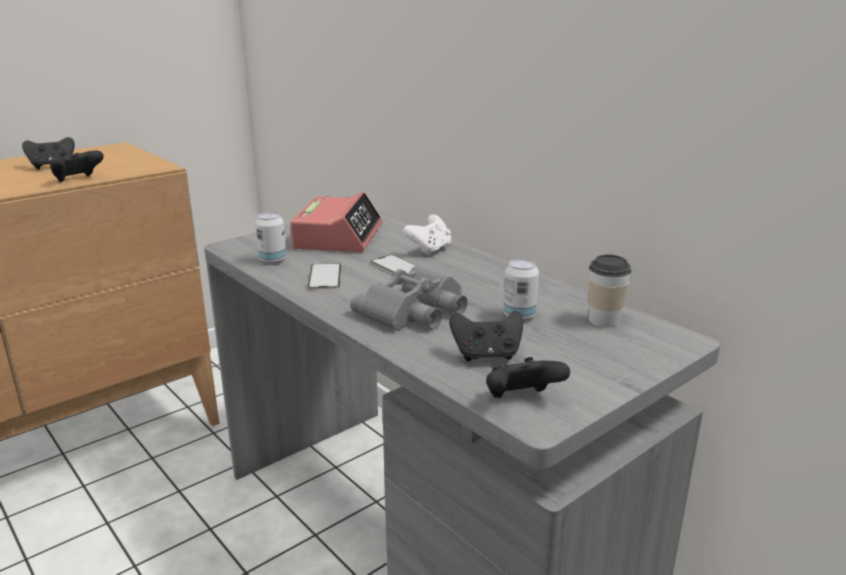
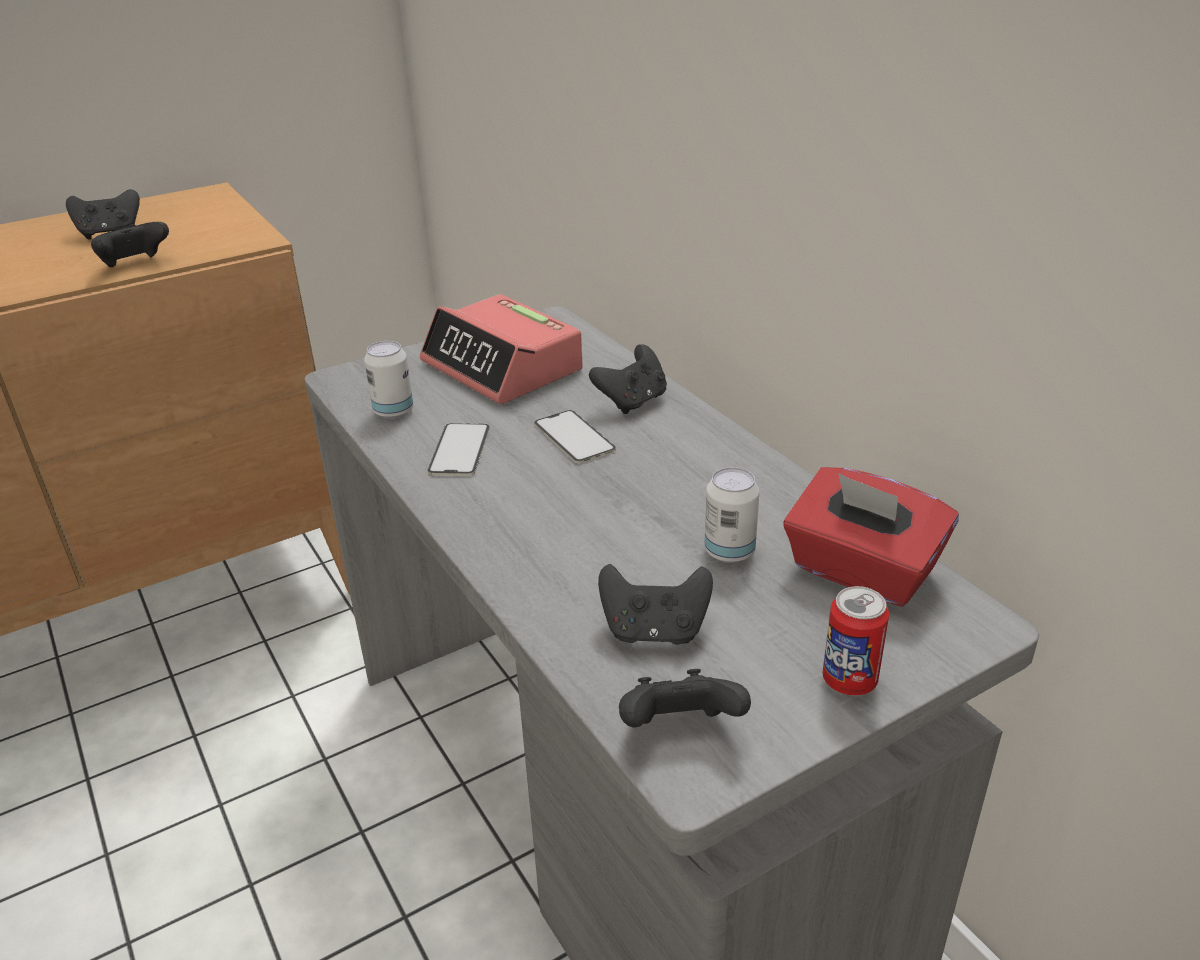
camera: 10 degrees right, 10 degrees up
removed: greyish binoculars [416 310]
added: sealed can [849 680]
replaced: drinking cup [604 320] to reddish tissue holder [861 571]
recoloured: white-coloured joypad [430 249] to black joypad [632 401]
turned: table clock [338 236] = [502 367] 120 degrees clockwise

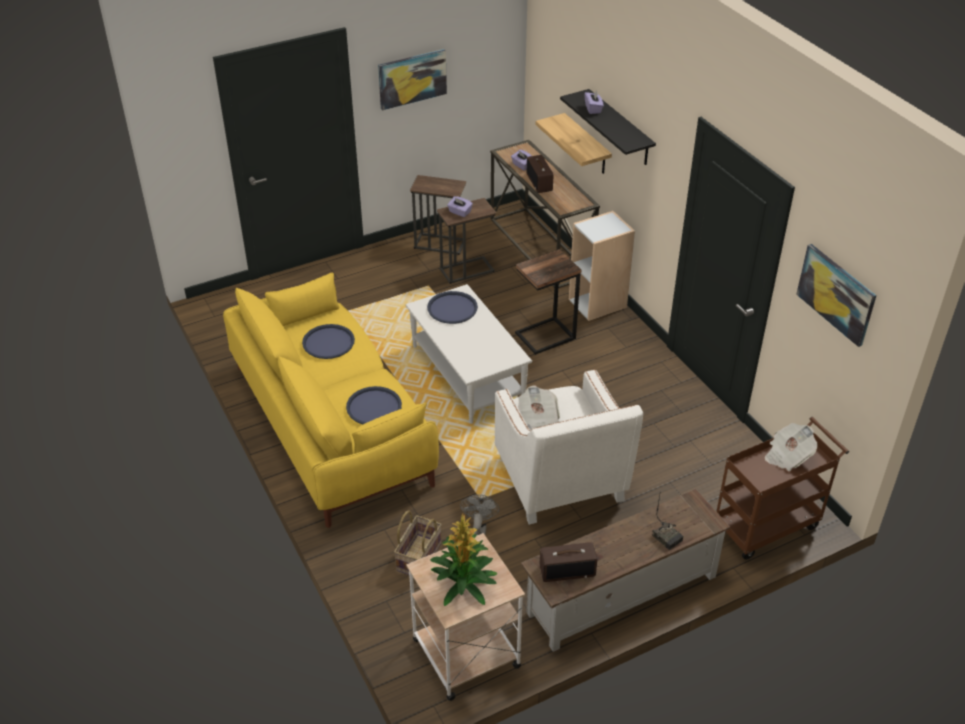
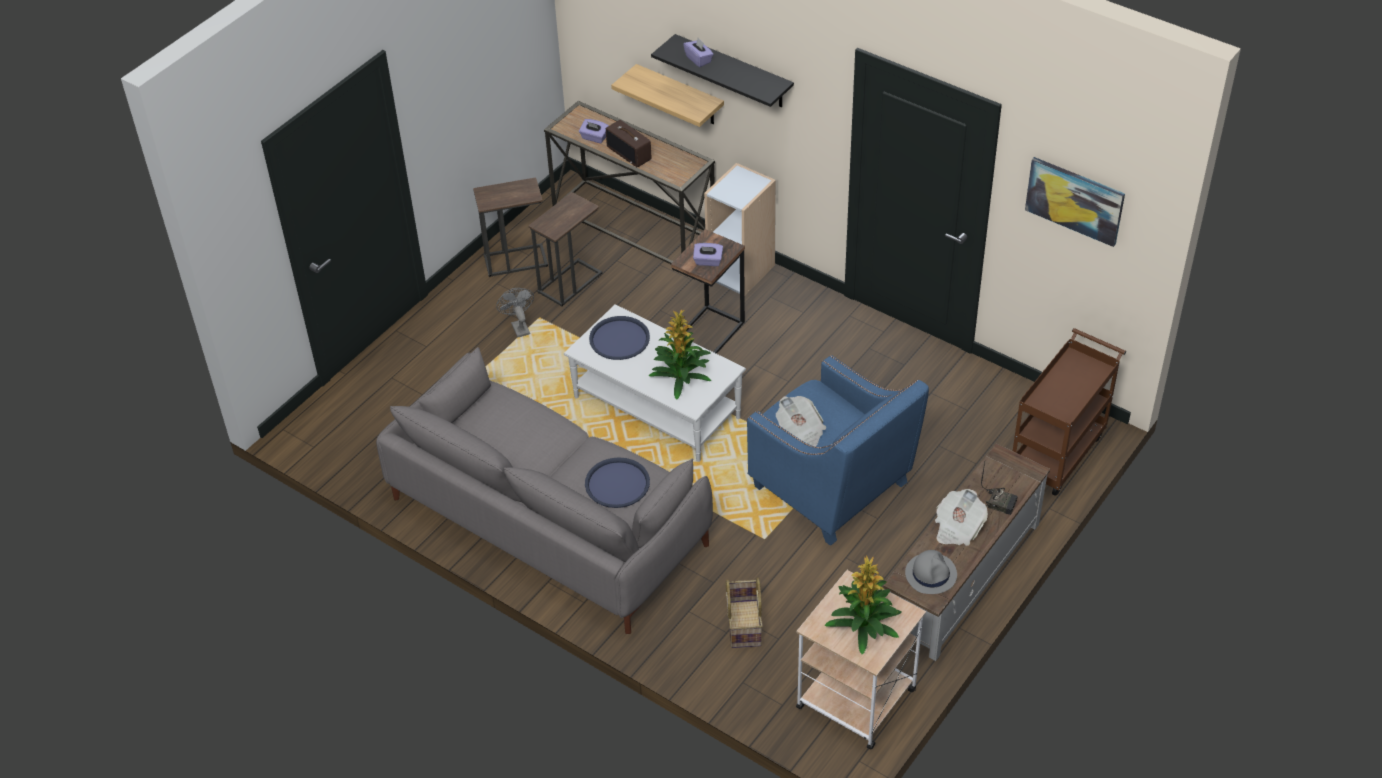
camera: 25 degrees left, 5 degrees up
removed: blue-coloured carrying tray [328 342]; picture [412 78]
added: potted plant [681 376]
moved: purple-coloured tissue holder [459 212] to [708 261]; greyish fan [478 531] to [519 326]; newspaper [787 456] to [957 528]
replaced: radio receiver [567 570] to greyish clothing hat [931 574]
recoloured: yellow settee [332 423] to greyish settee [549 520]; white-coloured easy chair [561 480] to blue-coloured easy chair [831 487]

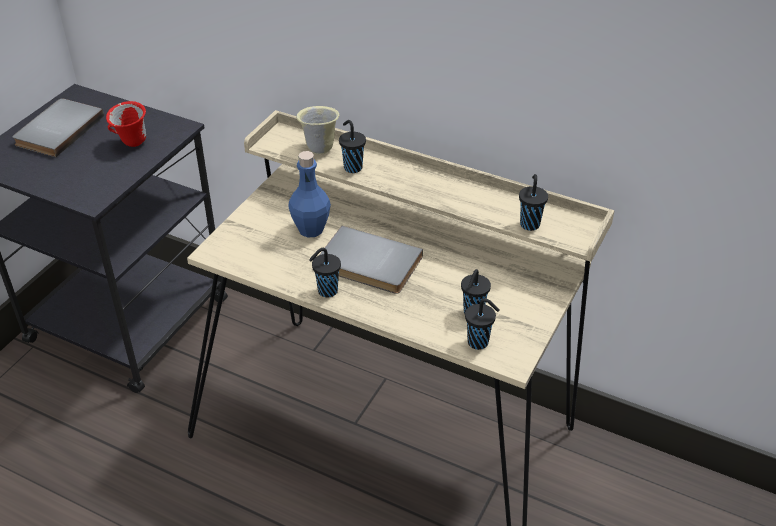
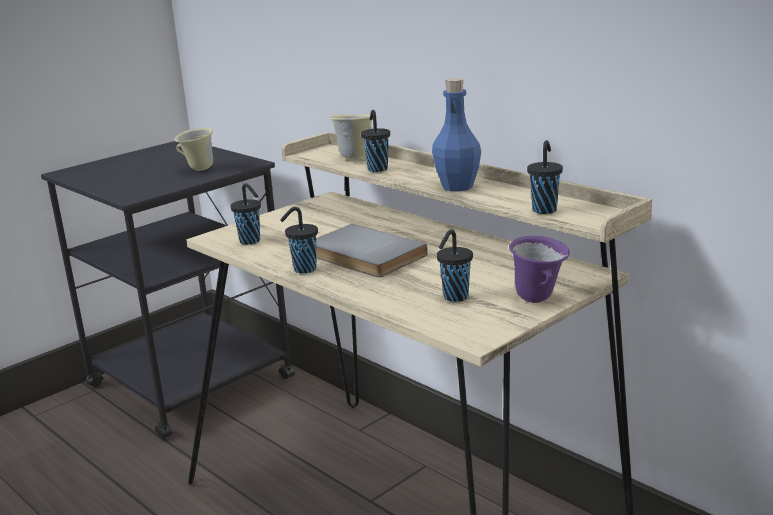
camera: 20 degrees right, 20 degrees down
removed: greyish book [57 130]
added: purple-coloured tea mug [539 300]
moved: blue-coloured beverage bottle [311 229] to [457 187]; black drinking cup [479 343] to [251 241]
recoloured: reddish tea mug [132 144] to beige tea mug [198 170]

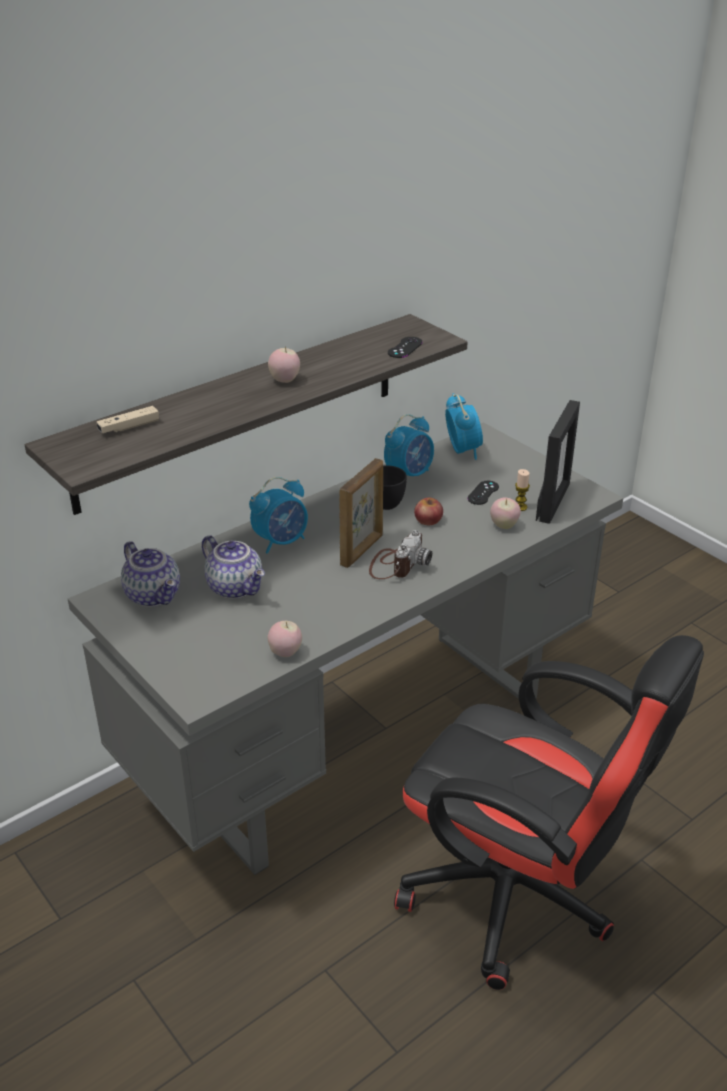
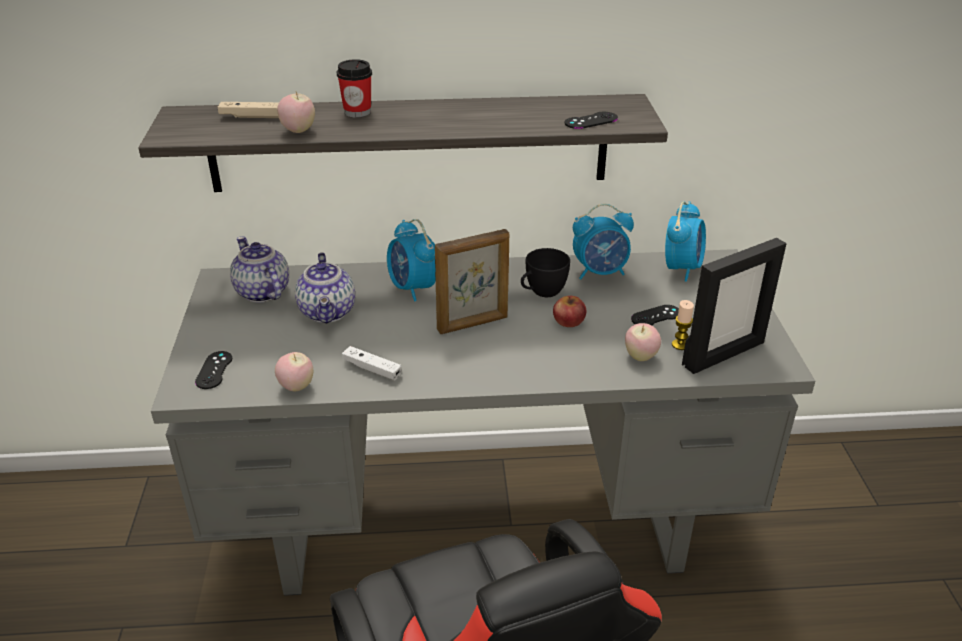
camera: 35 degrees right, 0 degrees up
removed: still camera [397 564]
added: black joypad [214 370]; drinking cup [357 112]; white-coloured joypad [372 369]
moved: whole apple [284 380] to [298 131]
turned: pot for tea [154 595] = [261 292] 150 degrees clockwise; table clock [281 541] = [413 288] 60 degrees clockwise

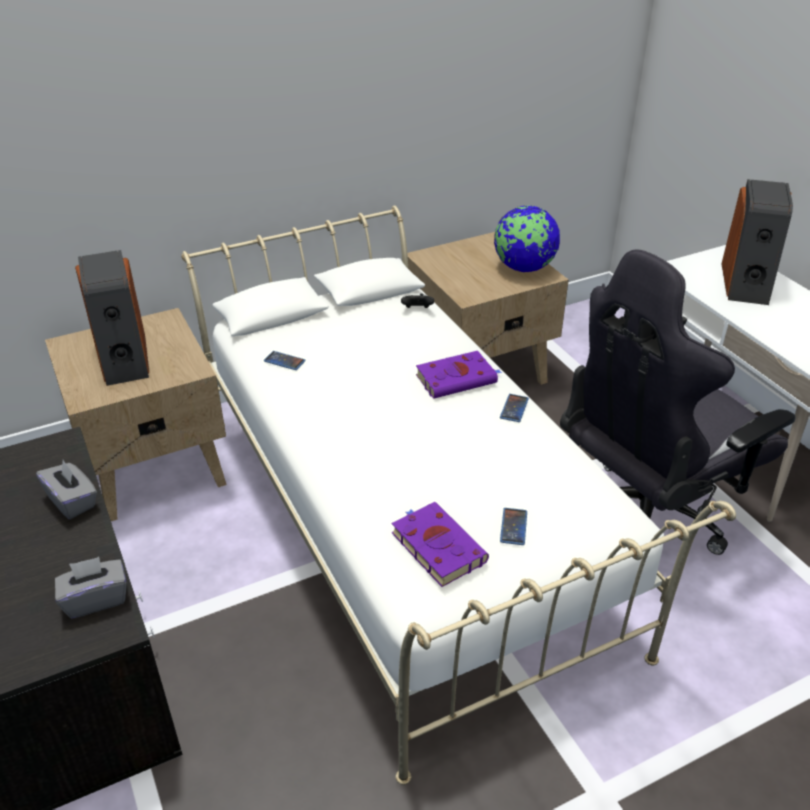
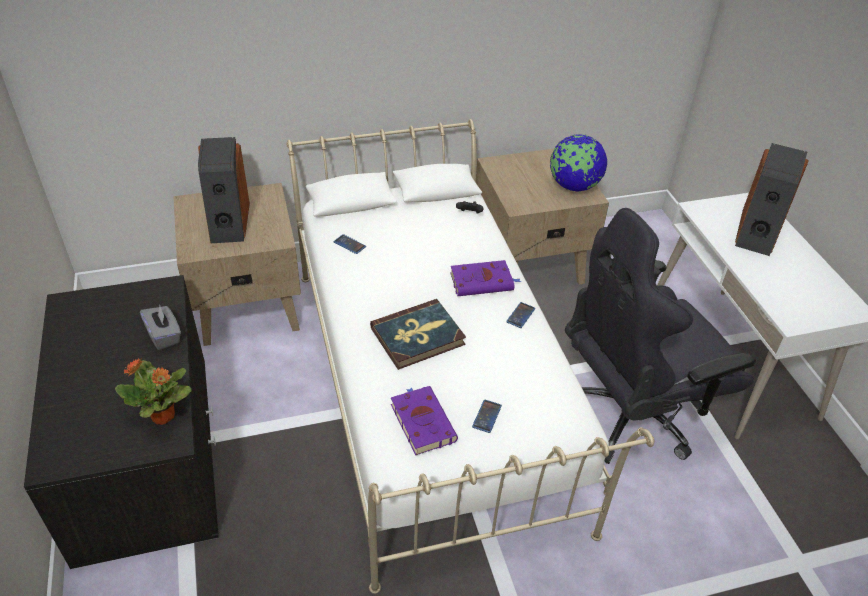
camera: 10 degrees right, 5 degrees up
added: book [418 336]
replaced: greyish tissue holder [96 599] to potted plant [164 416]

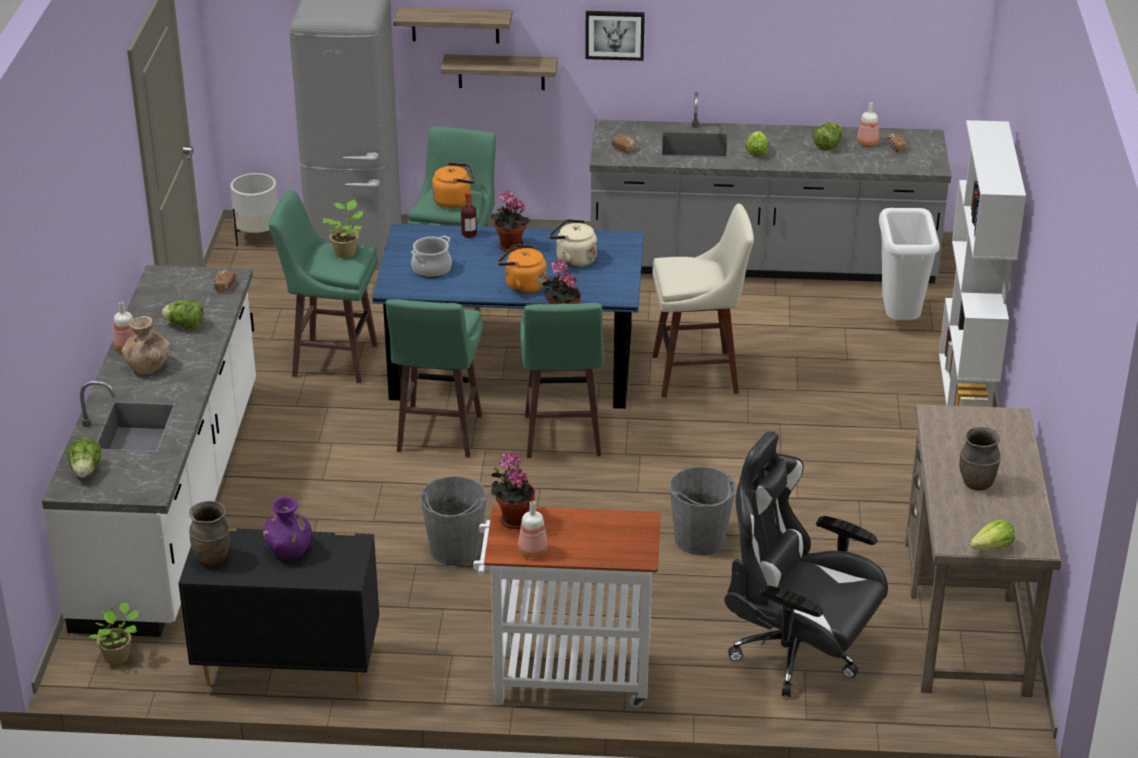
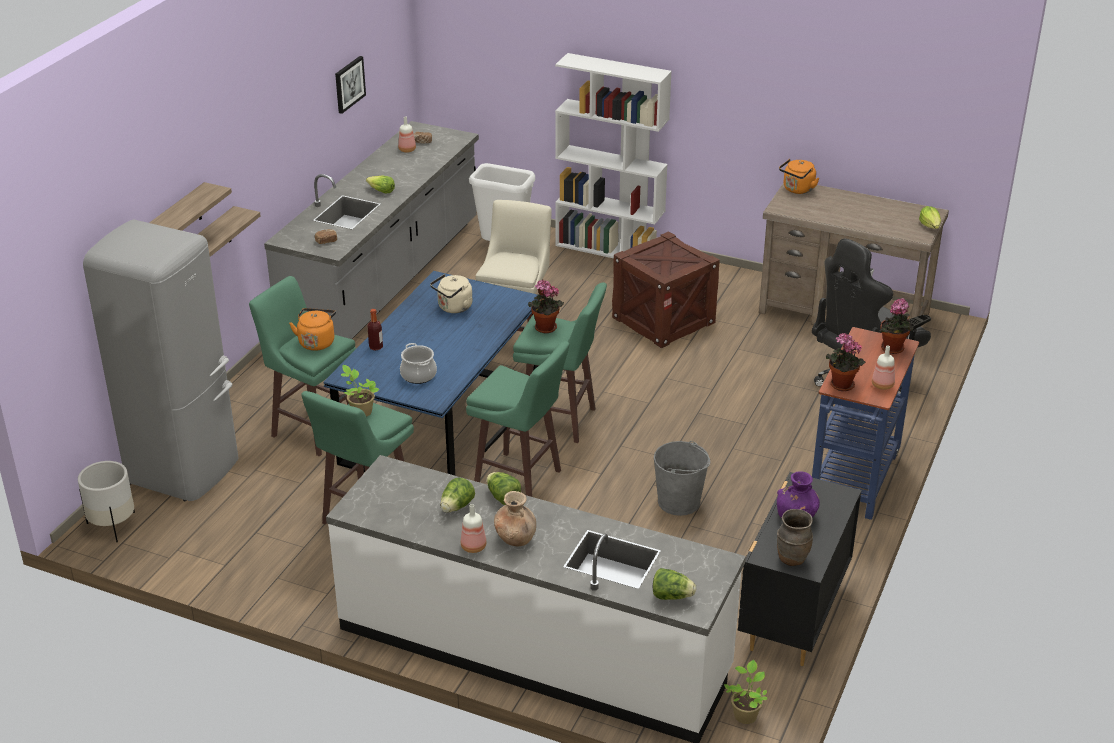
camera: 70 degrees left, 0 degrees up
removed: bread [224 286]; greyish pail [700 539]; brown decorative vase [976 484]
added: packing crate [663 320]
moved: potted plant [509 247] to [893 349]; orangey tea kettle [523 285] to [797 190]; picture [614 34] to [349 84]; lettuce head [827 145] to [502 497]
recoloured: white-coloured trolley [569 678] to blue-coloured trolley [854 480]

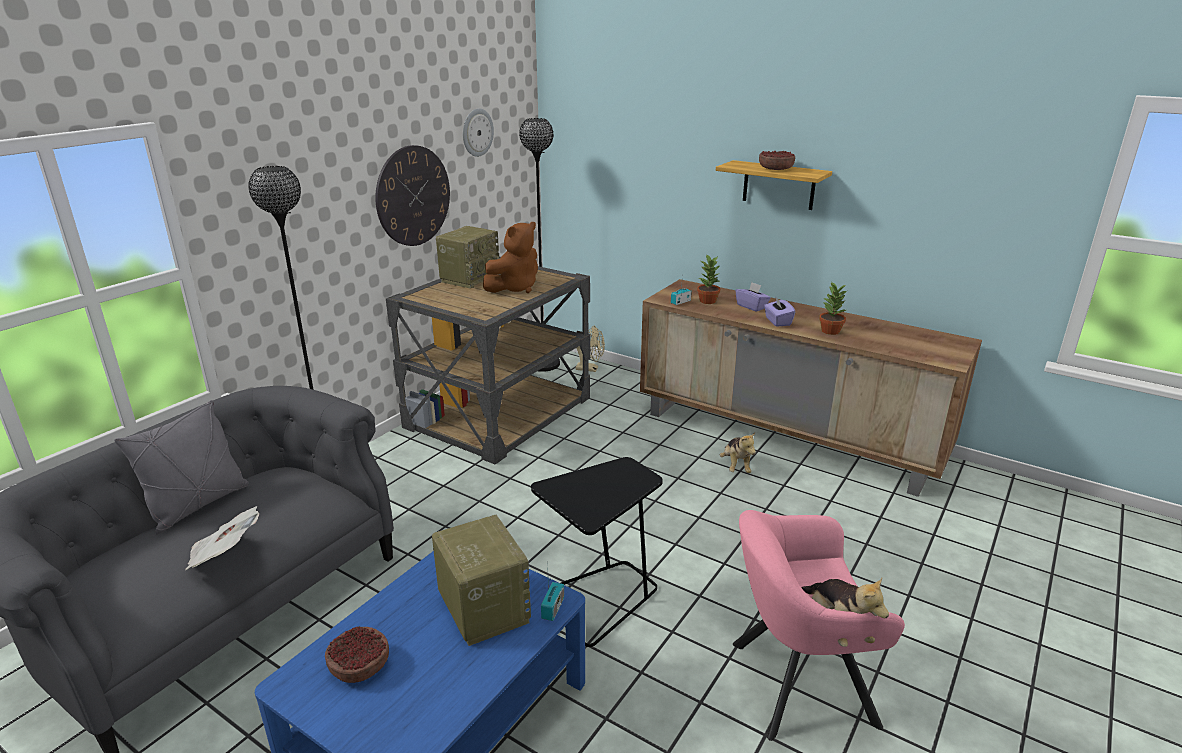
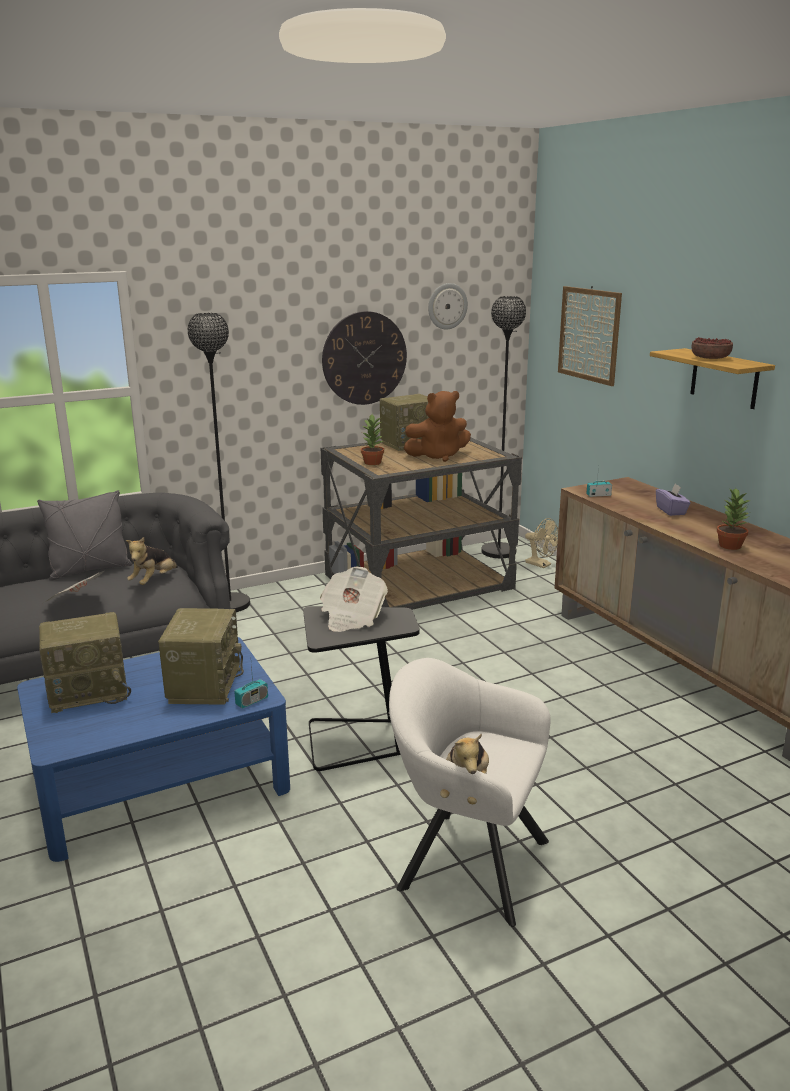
camera: 30 degrees right, 5 degrees down
removed: purple-coloured tissue holder [777 321]
added: newspaper [352 617]; picture [589 333]
moved: potted plant [708 301] to [373 462]; cuddly toy [736 466] to [154 581]
replaced: deep dish [360 665] to radio receiver [90 691]
recoloured: pink-coloured easy chair [793 683] to white-coloured easy chair [465 861]

